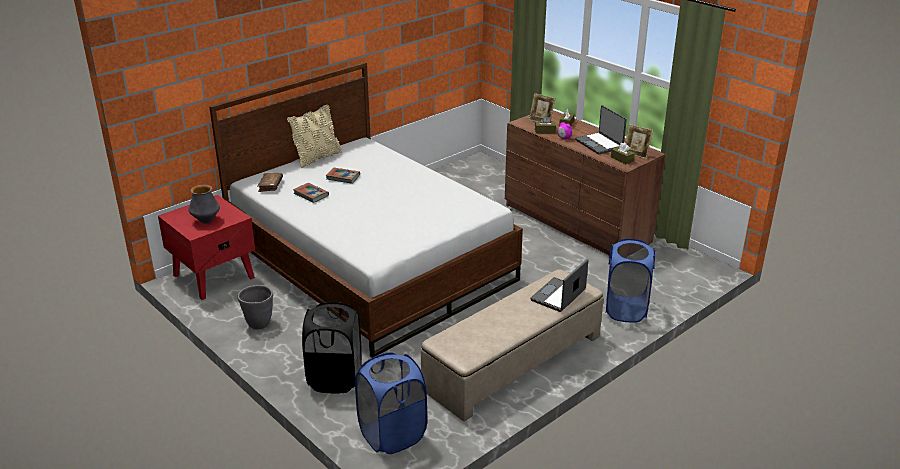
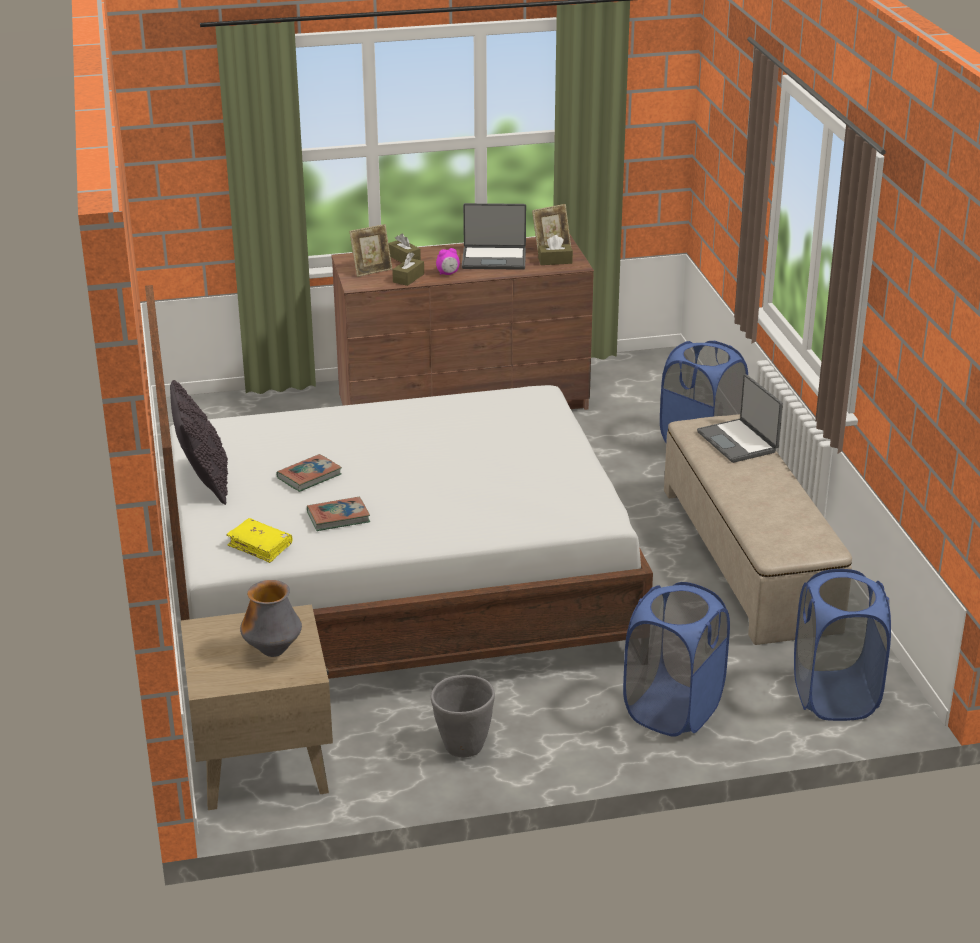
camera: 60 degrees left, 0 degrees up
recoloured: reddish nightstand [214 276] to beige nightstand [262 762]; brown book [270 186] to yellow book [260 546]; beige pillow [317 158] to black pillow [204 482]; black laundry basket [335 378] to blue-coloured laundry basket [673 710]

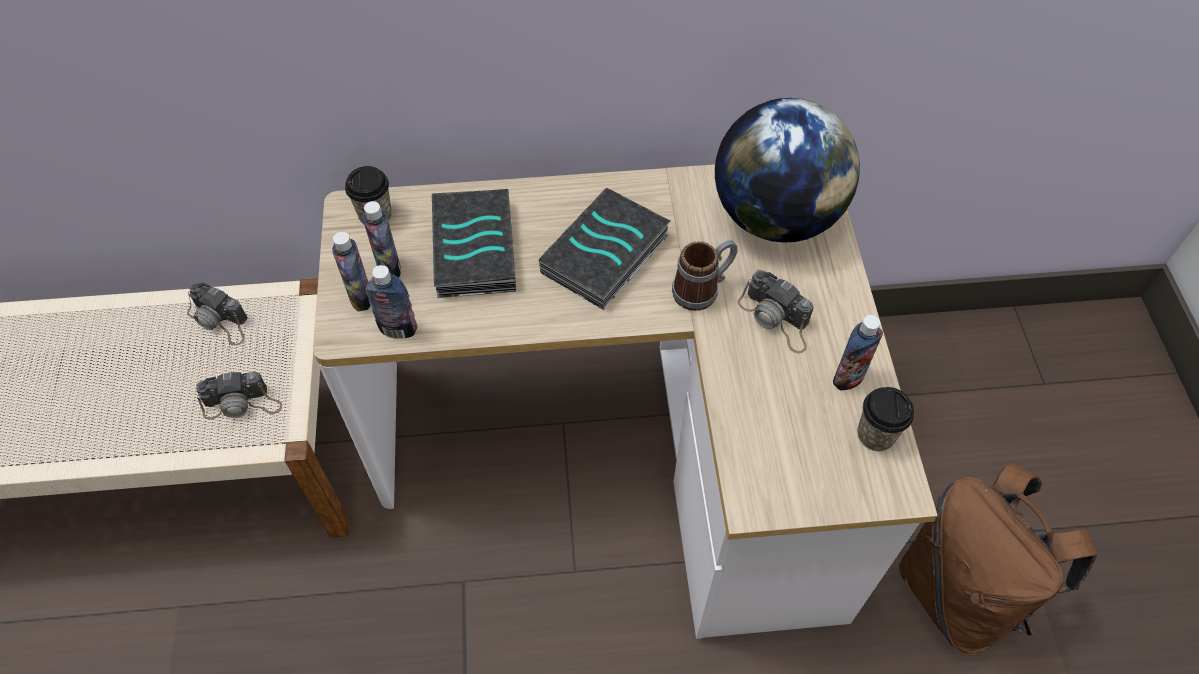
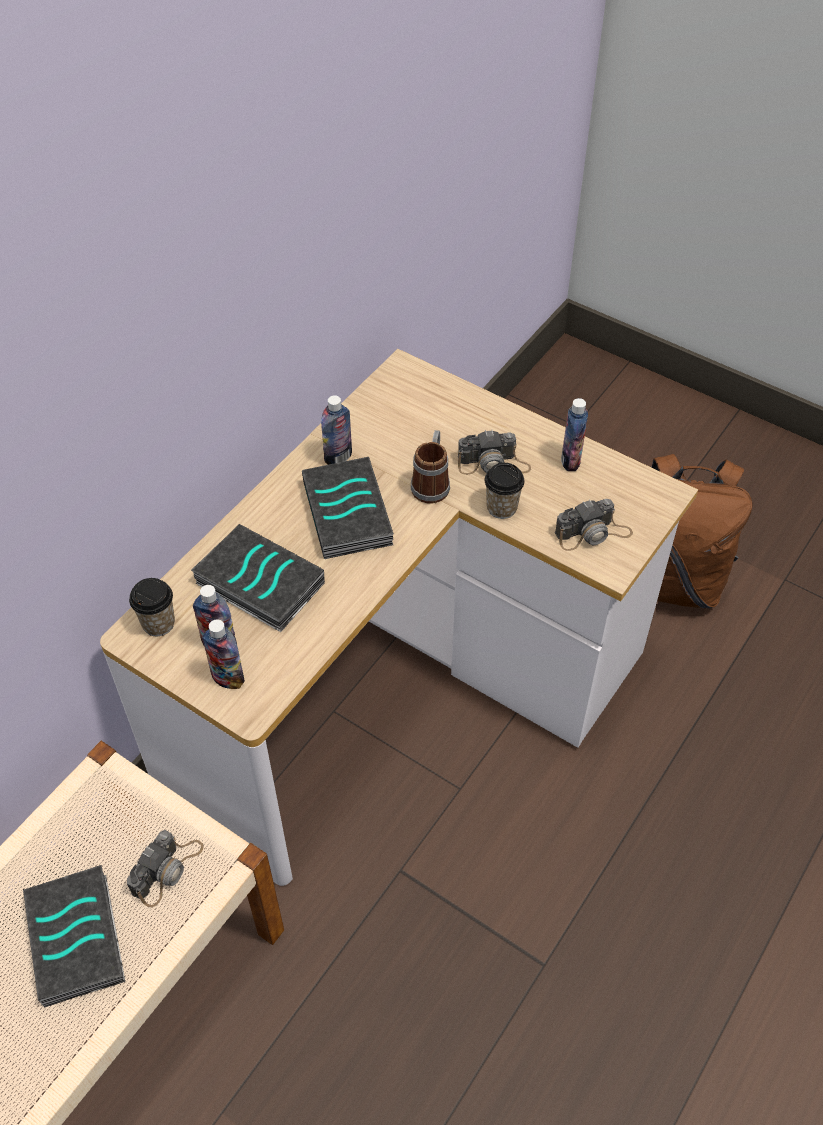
camera: 50 degrees left, 5 degrees down
removed: desk globe [775 216]
added: book [79 940]
moved: still camera [220 320] to [593 533]; beverage bottle [398 329] to [338 457]; drinking cup [875 435] to [502 508]

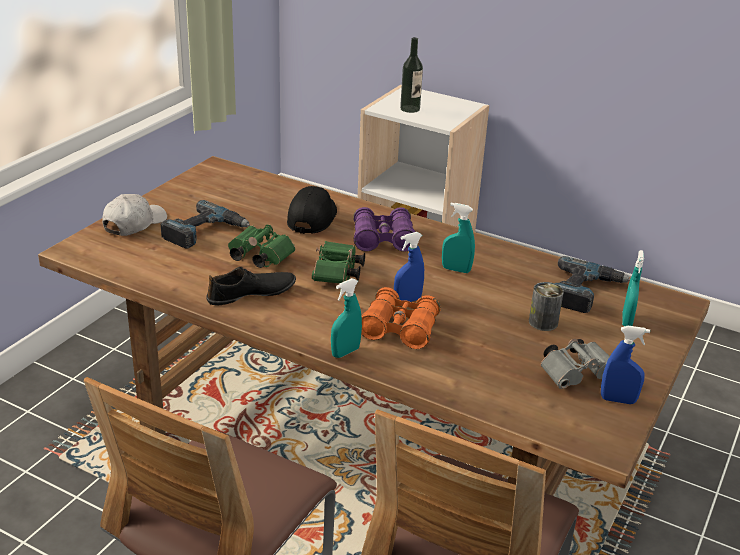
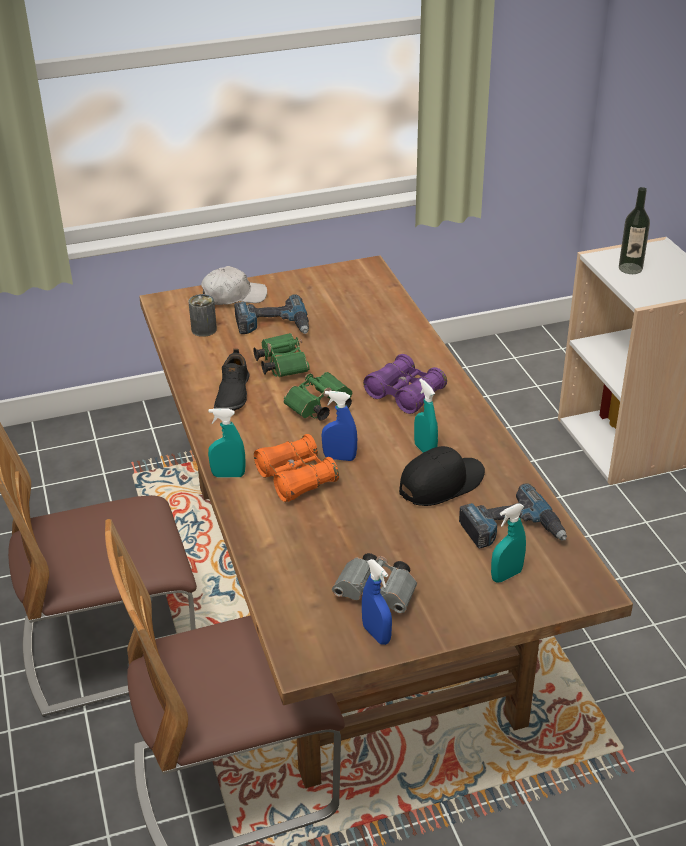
camera: 45 degrees right, 5 degrees up
moved: black cap [312 217] to [441 483]; sealed can [543 322] to [204 329]
turned: black item of footwear [251 294] = [232 394] 75 degrees clockwise

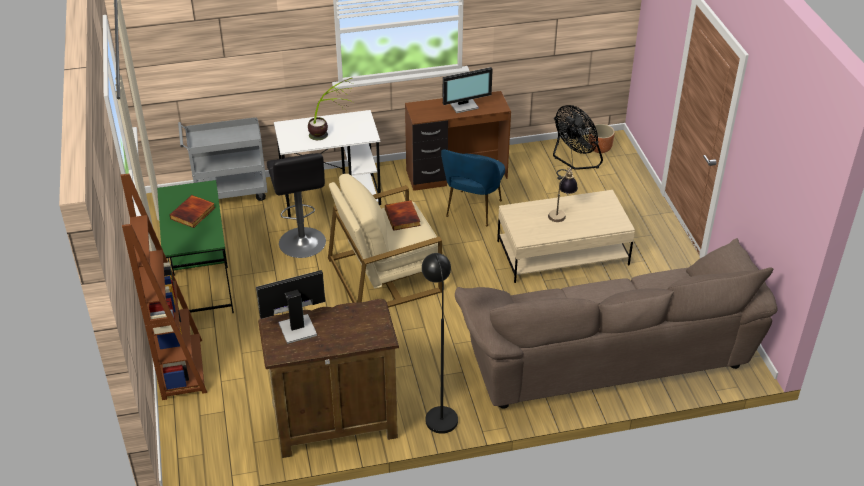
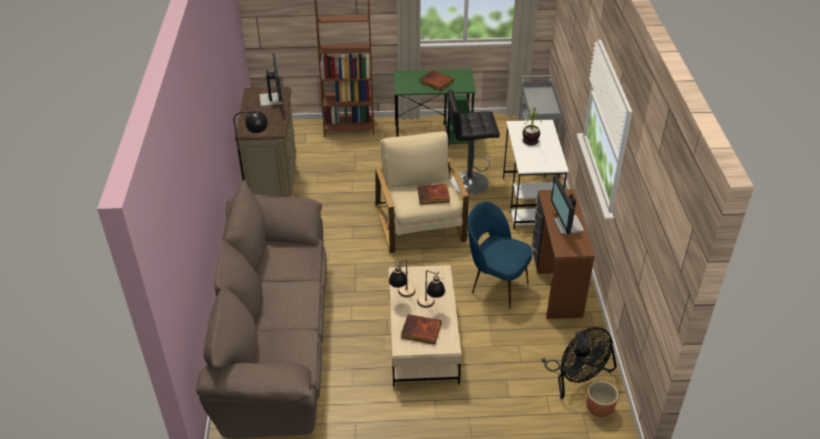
camera: 100 degrees right, 0 degrees up
added: tabletop lamp [402 295]; book [420 331]

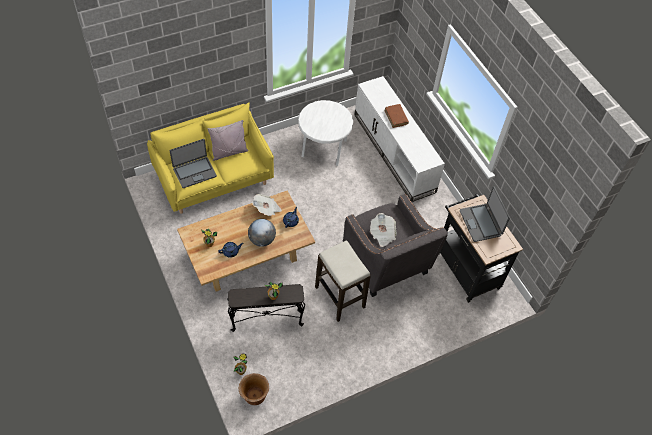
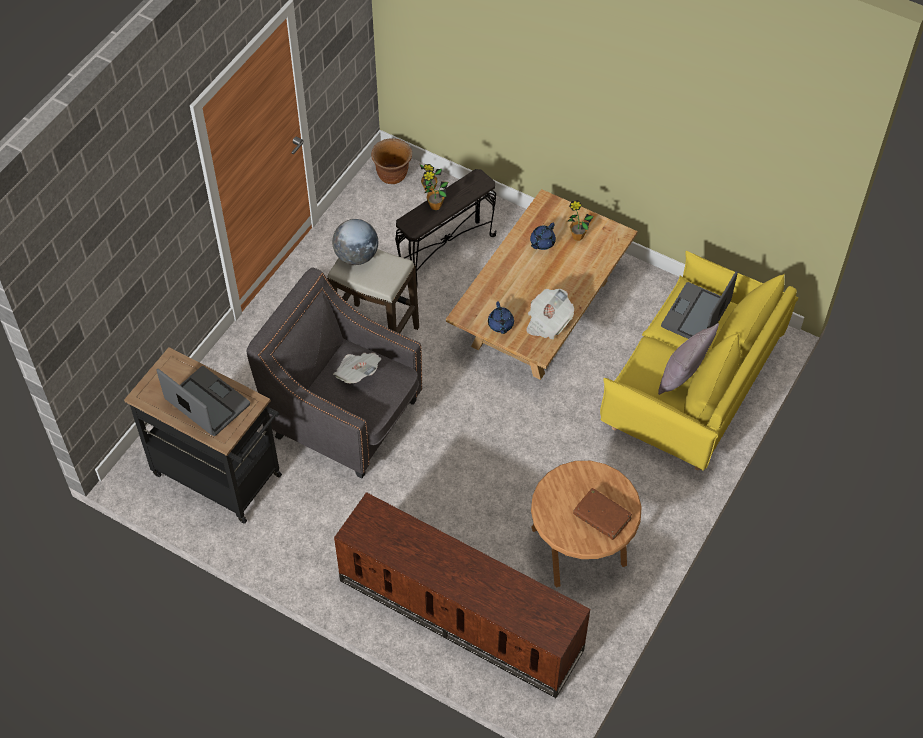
camera: 150 degrees right, 0 degrees up
moved: desk globe [262 240] to [356 256]; brown book [396 118] to [602 517]
recoloured: white-coloured end table [323 148] to brown end table [580 547]; white-coloured tv unit [395 153] to brown tv unit [458 615]

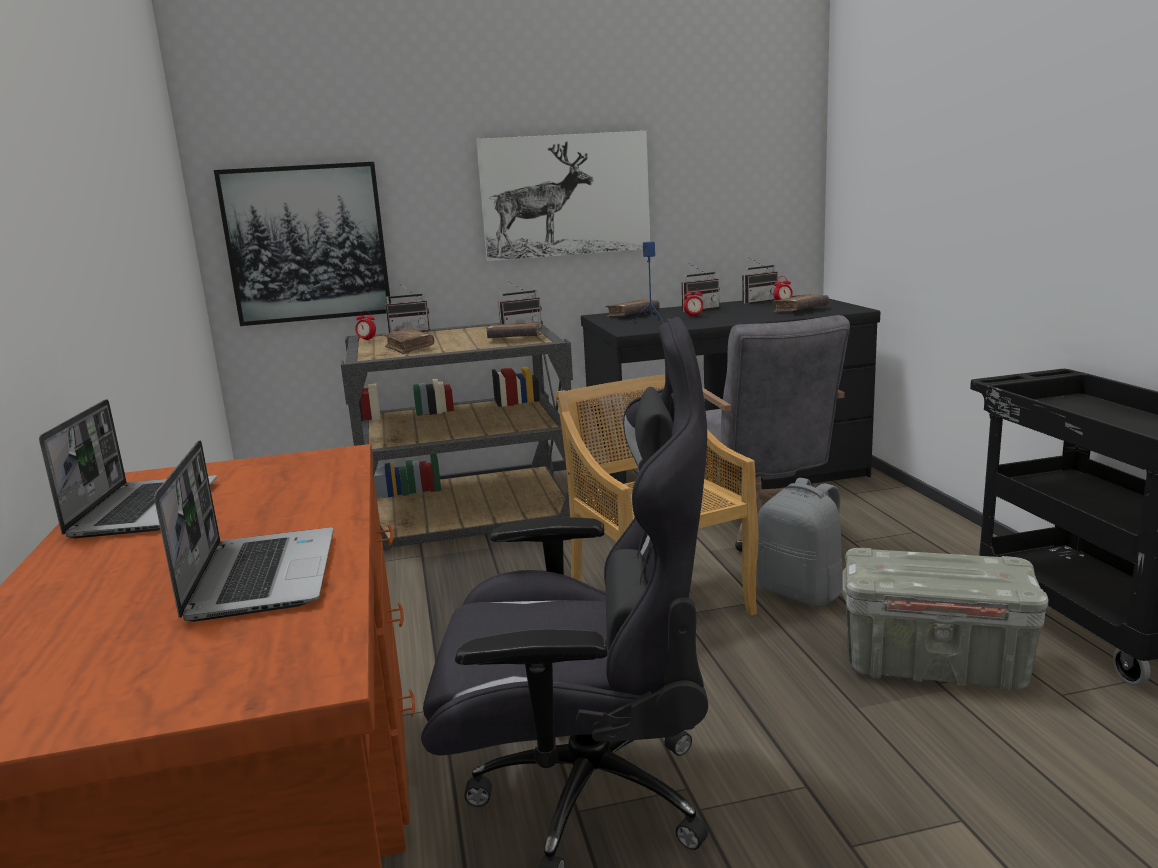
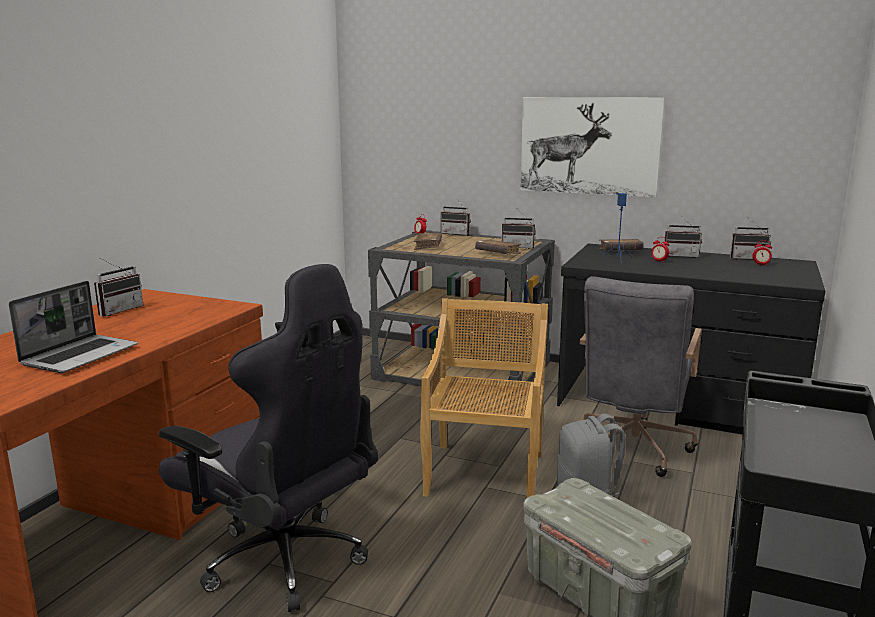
camera: 35 degrees right, 0 degrees up
removed: picture [307 244]; brown book [800 310]
replaced: notebook computer [144 508] to radio receiver [118 310]

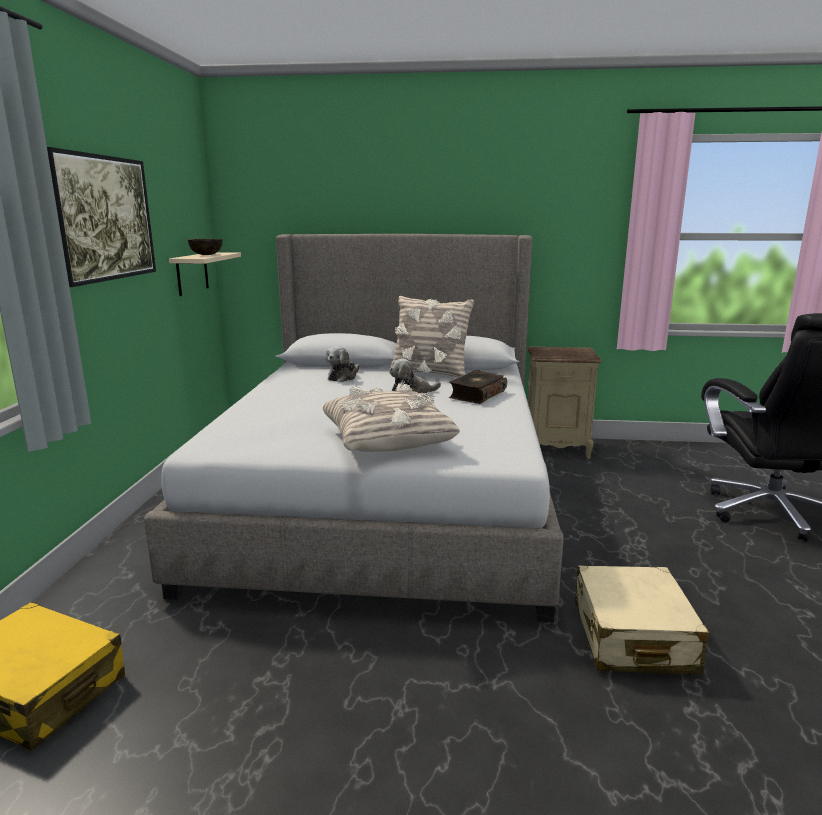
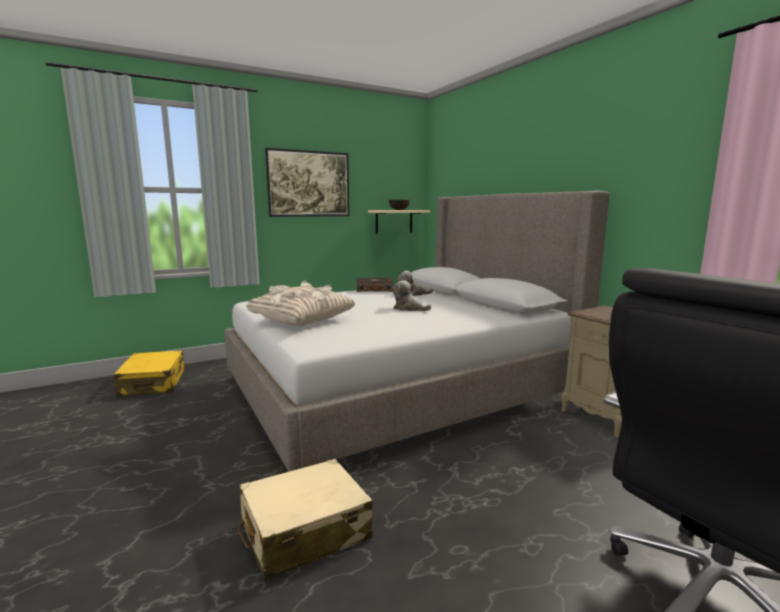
camera: 55 degrees right, 5 degrees down
removed: beige pillow [429 374]
moved: book [476 395] to [374 290]

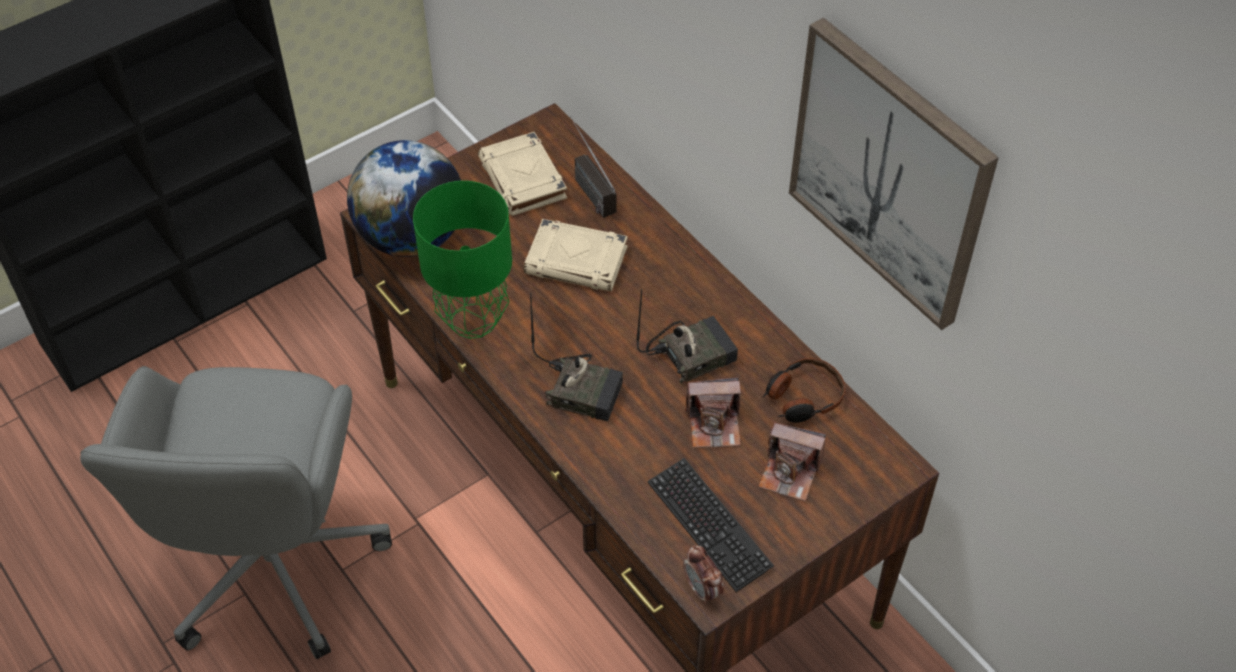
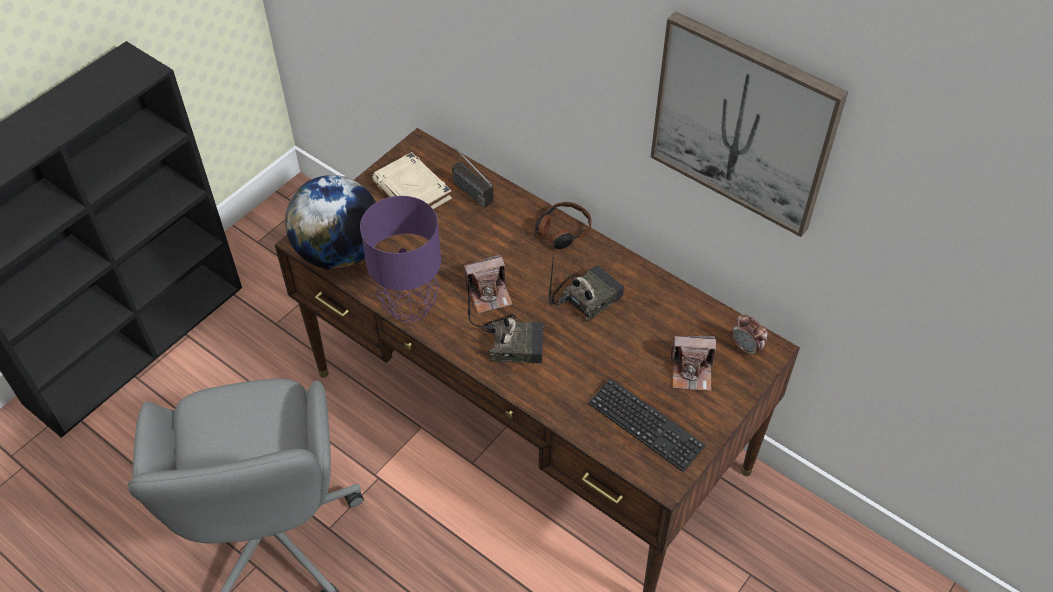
camera: 15 degrees left, 0 degrees up
removed: beige book [577 261]
moved: table clock [702 589] to [746 348]; still camera [714 425] to [489 294]; headset [802 398] to [562 231]
recoloured: green tabletop lamp [473 319] to purple-coloured tabletop lamp [410 307]

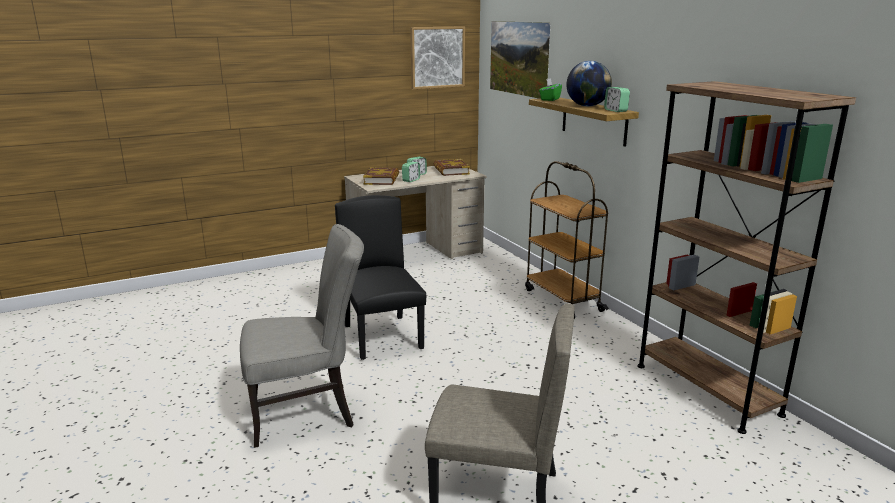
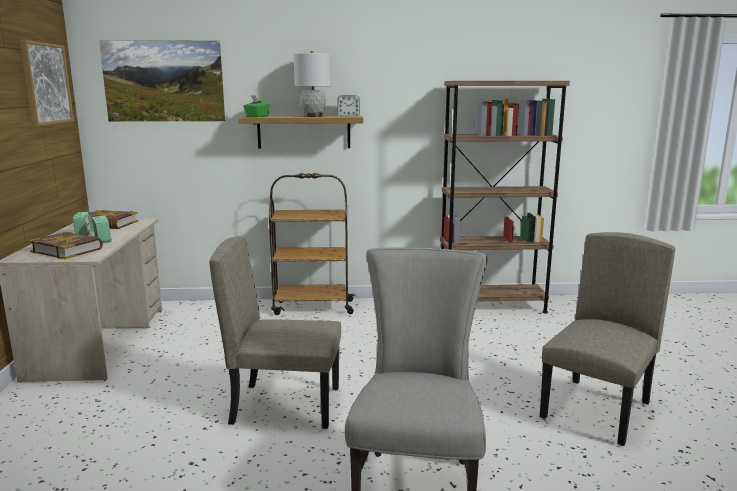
camera: 65 degrees left, 5 degrees down
replaced: desk globe [587 106] to white-coloured tabletop lamp [313 116]
recoloured: black upright chair [383 337] to beige upright chair [286 405]

